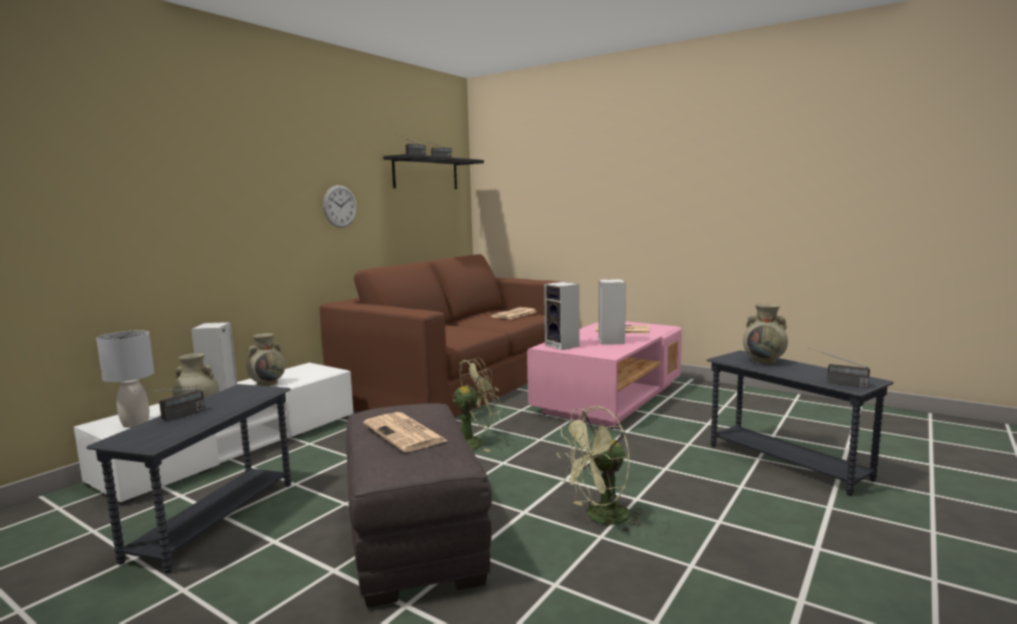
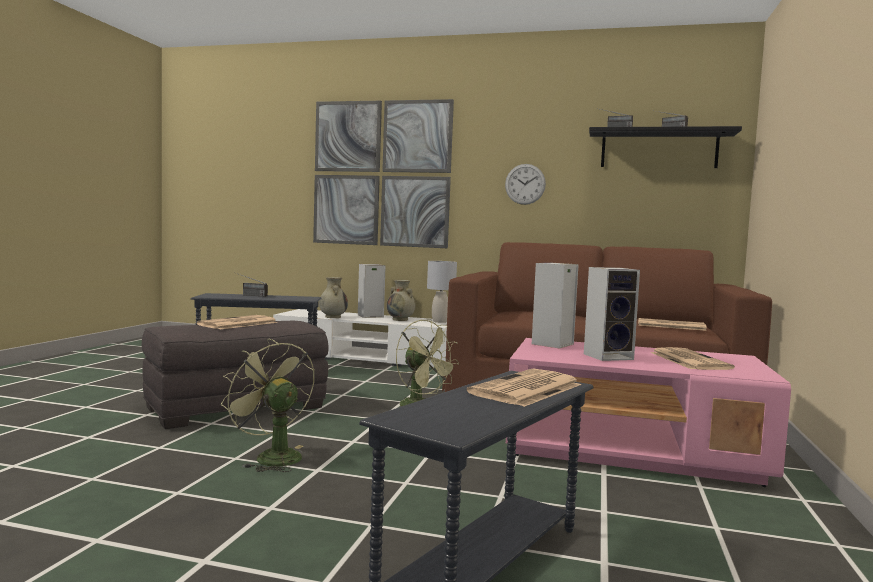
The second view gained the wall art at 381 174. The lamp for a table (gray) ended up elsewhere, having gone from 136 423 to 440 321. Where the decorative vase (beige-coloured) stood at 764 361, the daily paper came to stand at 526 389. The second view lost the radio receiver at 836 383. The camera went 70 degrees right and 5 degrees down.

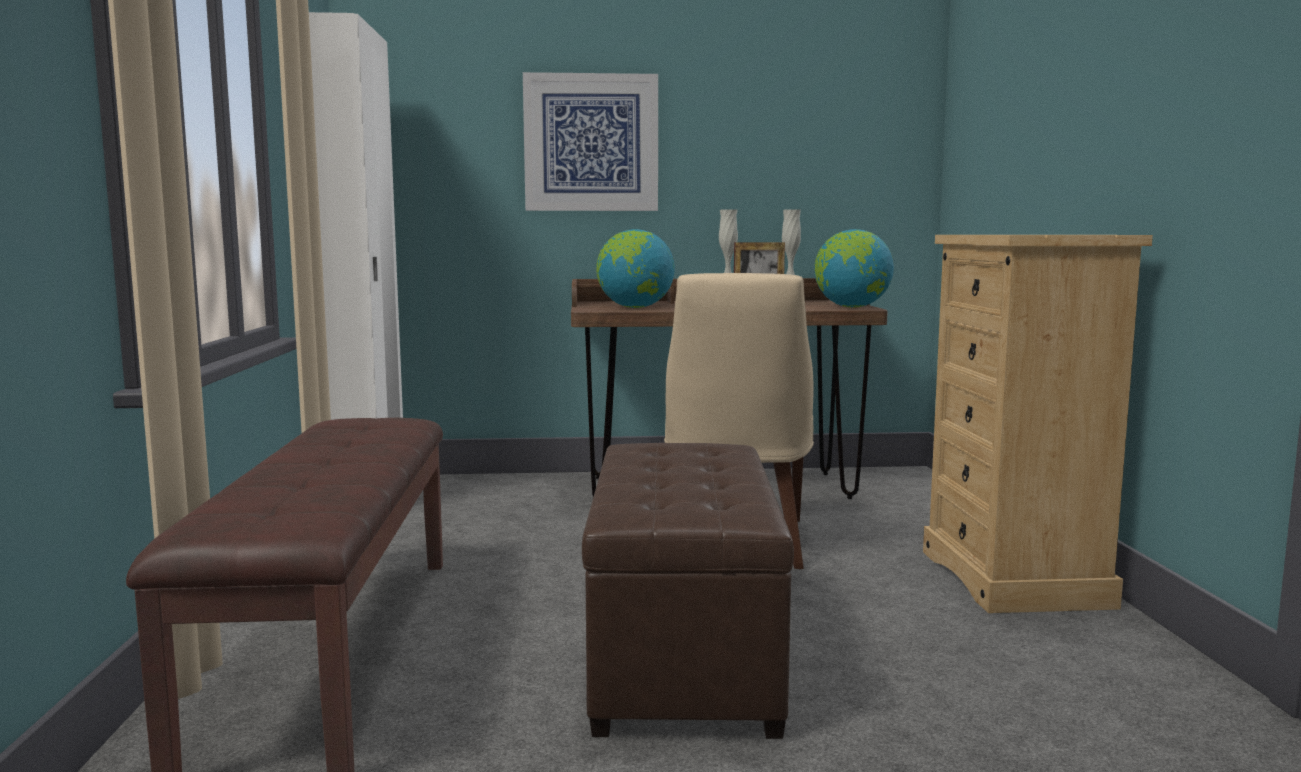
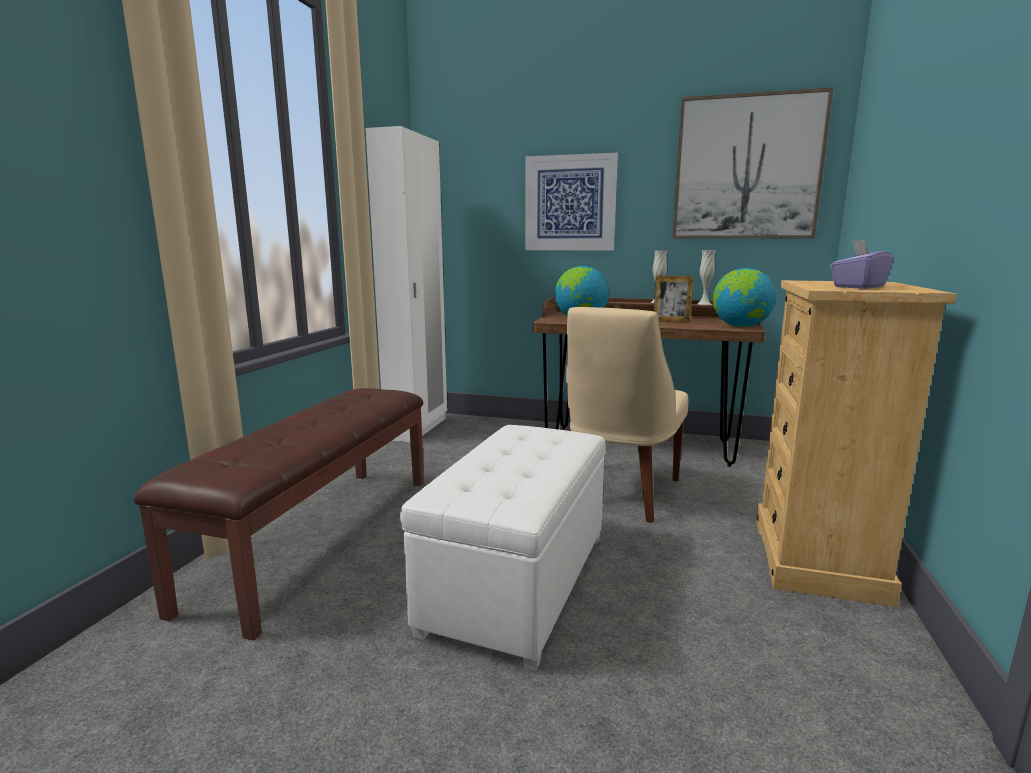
What was the footrest (brown) at 681 655 turned into the footrest (whitish) at 517 582. The second view gained the wall art at 747 168. The second view gained the box of tissues (purple) at 858 287. The camera went 20 degrees right and 5 degrees up.

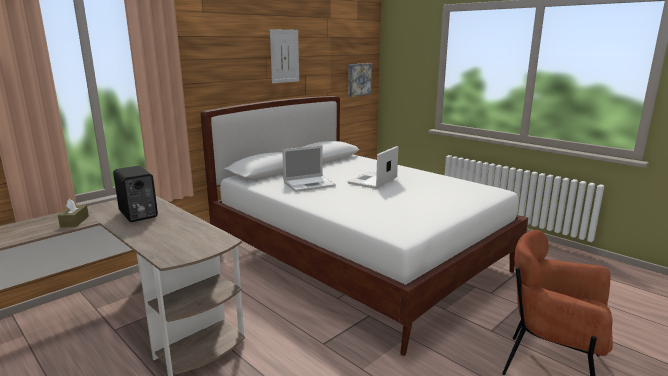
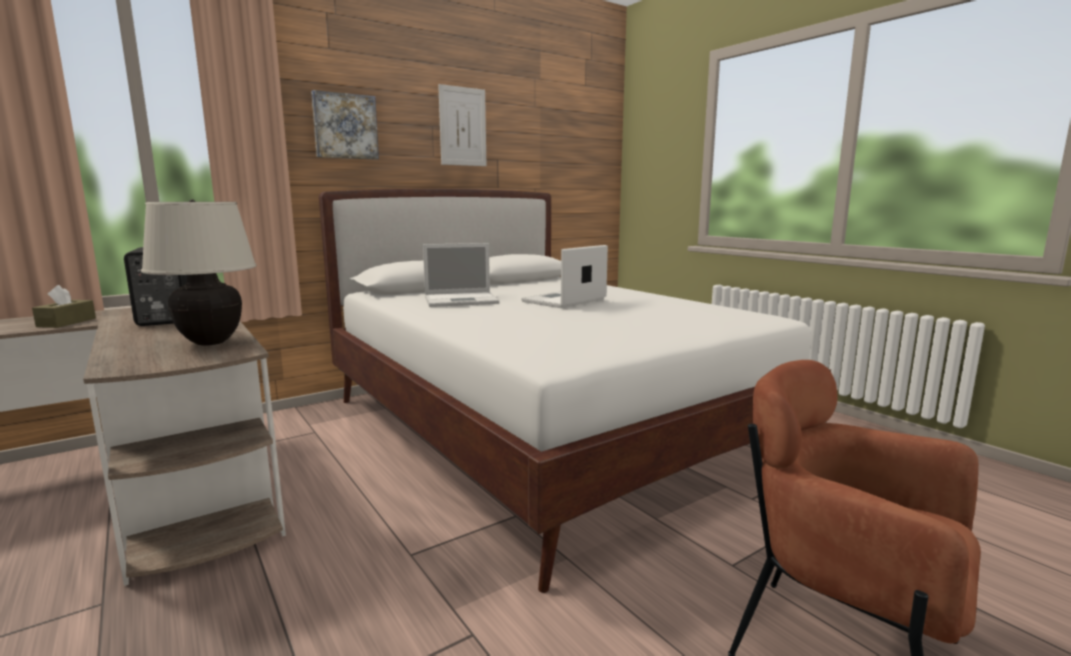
The second view gained the lamp for a table (beige-coloured) at 210 342. The wall art ended up elsewhere, having gone from 358 79 to 345 126. The camera went 10 degrees right and 5 degrees down.

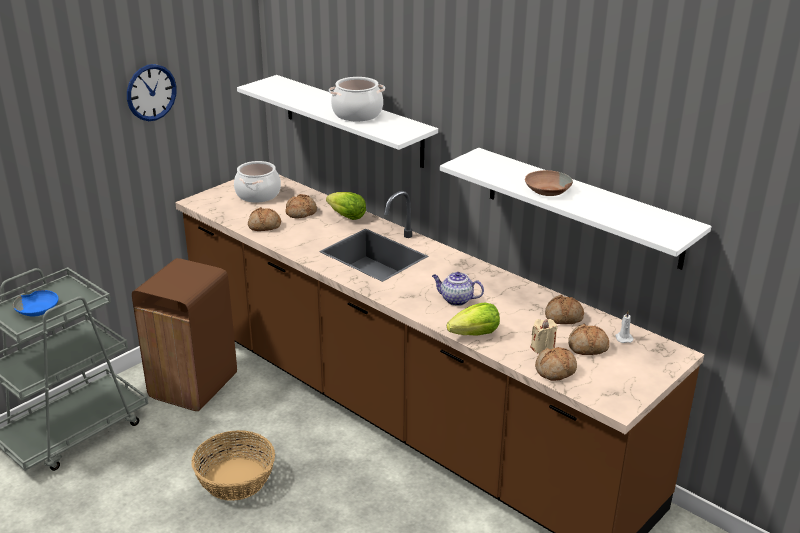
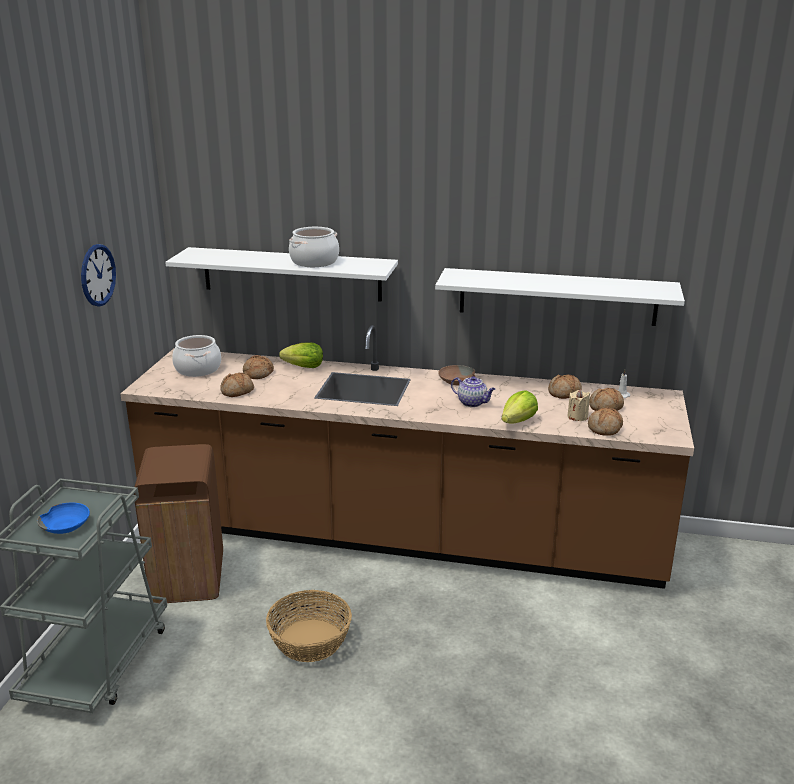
The bowl (brown) ended up elsewhere, having gone from 547 190 to 457 381. The pot for tea at 456 300 ended up facing another way, 135 degrees counterclockwise from before. The camera went 30 degrees left and 5 degrees down.

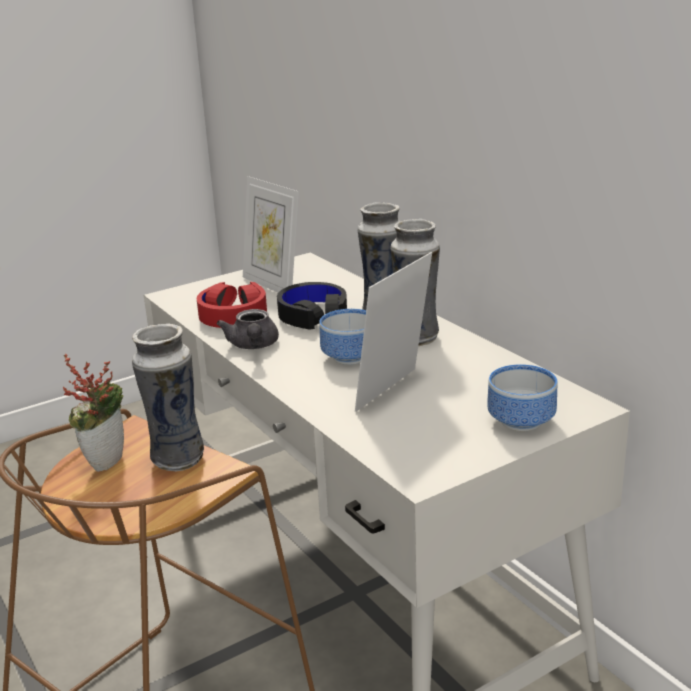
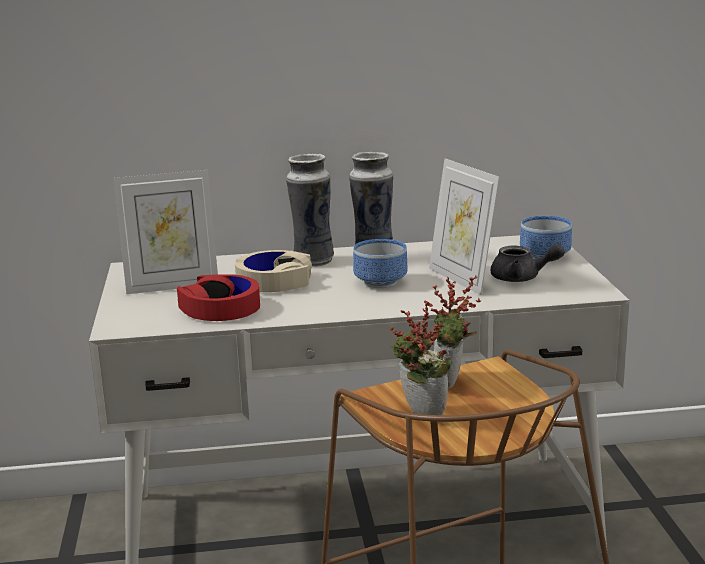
What was the headphones (black-coloured) at 313 315 turned into the headphones (beige-coloured) at 274 282. Where the decorative vase stood at 176 459, the plant in a pot came to stand at 451 383. The pot for tea (gray) ended up elsewhere, having gone from 253 346 to 522 278. The camera went 65 degrees left and 5 degrees down.

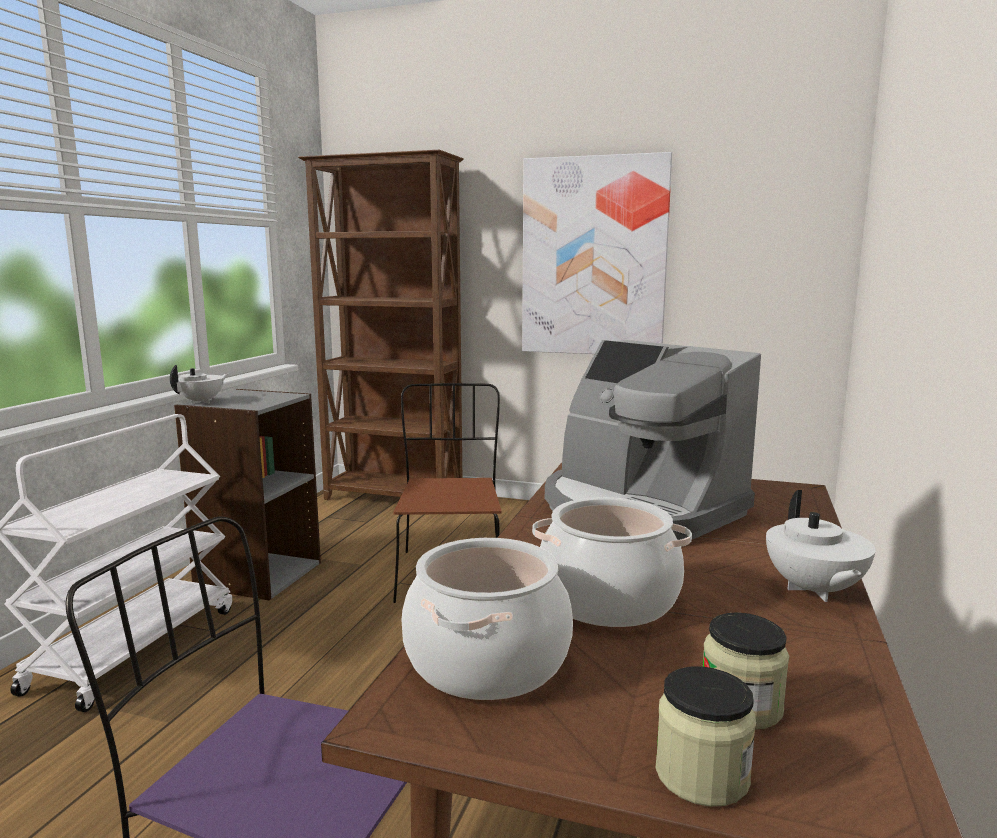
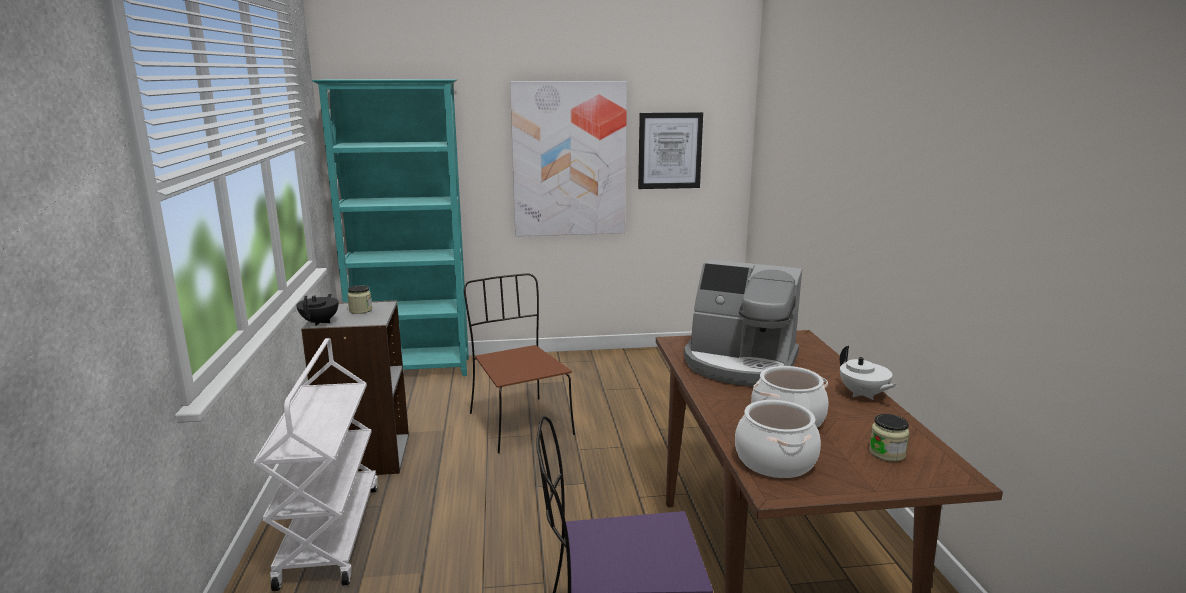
What was the pot for tea (whitish) at 202 401 turned into the pot for tea (black-coloured) at 320 322. What was the shelving unit (brown) at 394 498 turned into the shelving unit (turquoise-coloured) at 413 370. The preserve jar ended up elsewhere, having gone from 702 775 to 360 310. The second view gained the wall art at 670 150. The camera went 25 degrees left and 5 degrees up.

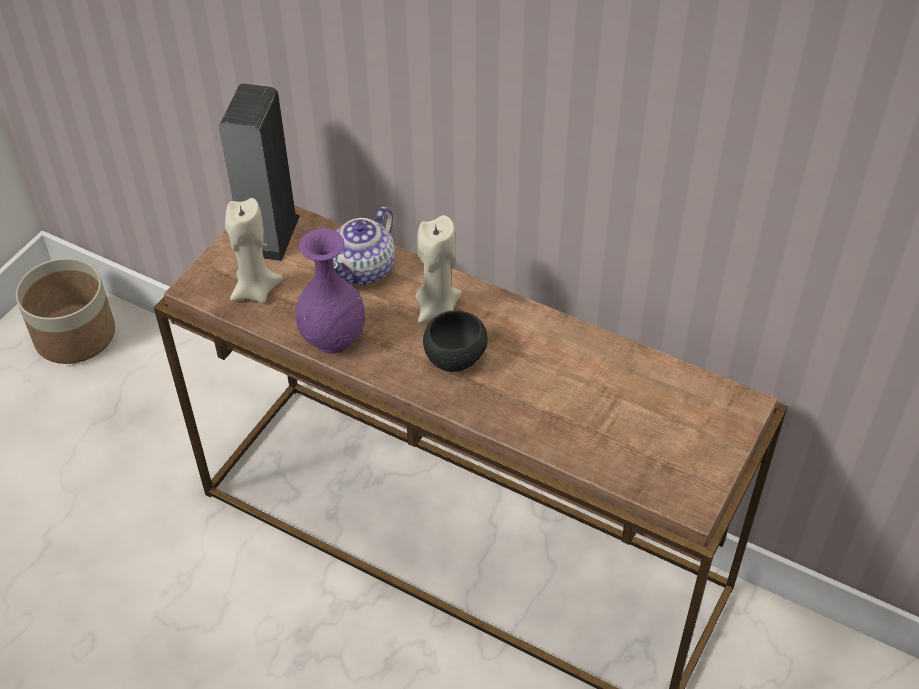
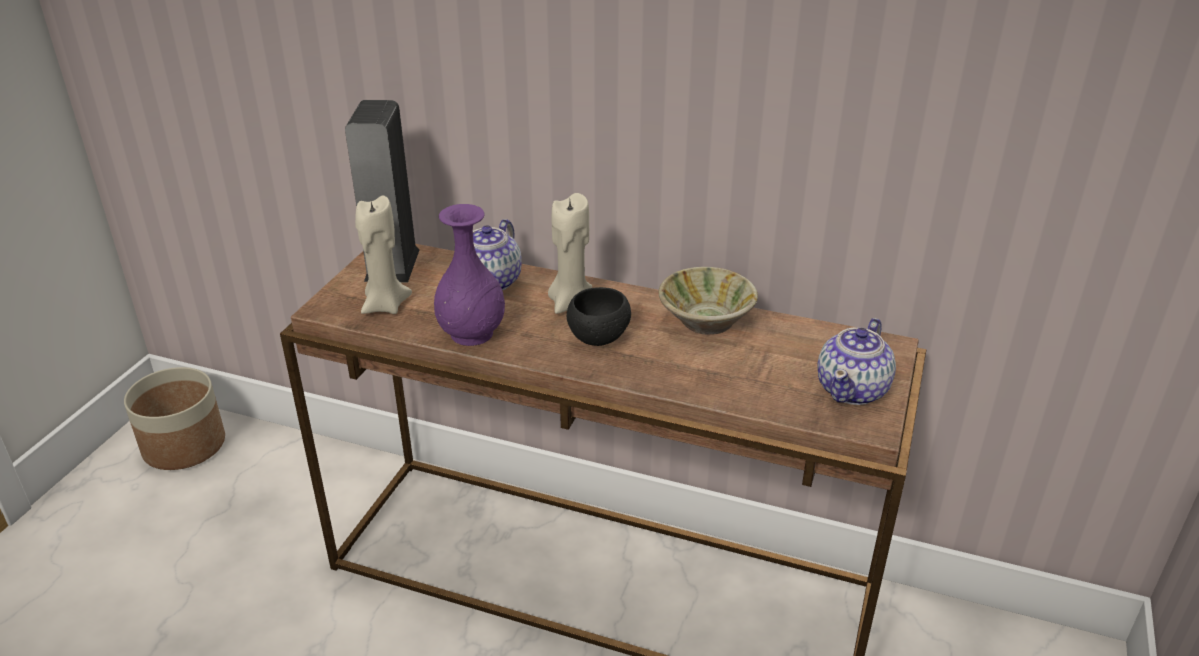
The second view gained the bowl (beige-coloured) at 705 320. The second view gained the pot for tea at 853 389. The camera went 10 degrees left and 15 degrees down.

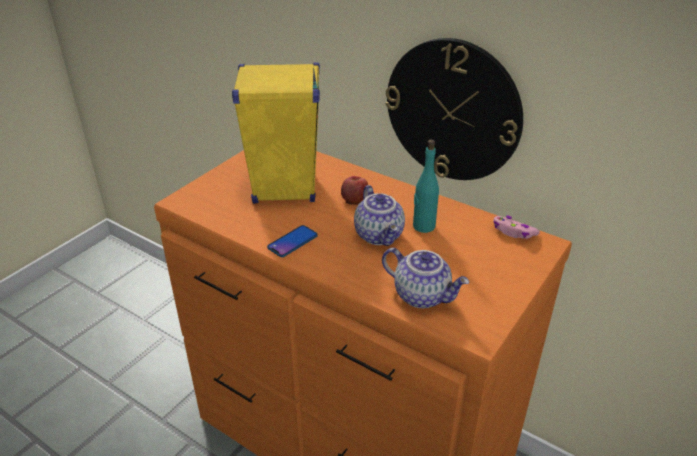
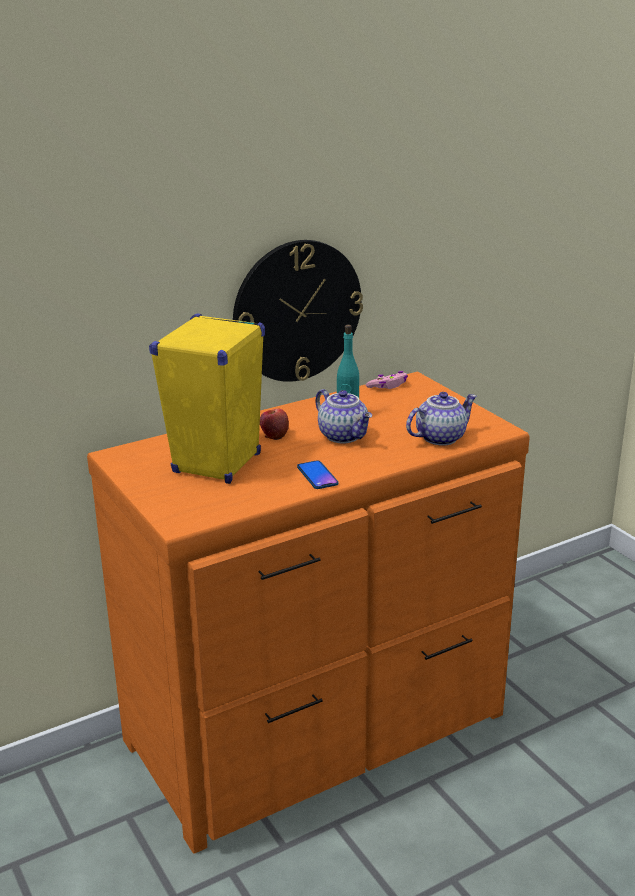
The pot for tea at 380 235 ended up facing another way, 45 degrees clockwise from before. The camera went 65 degrees left and 10 degrees down.

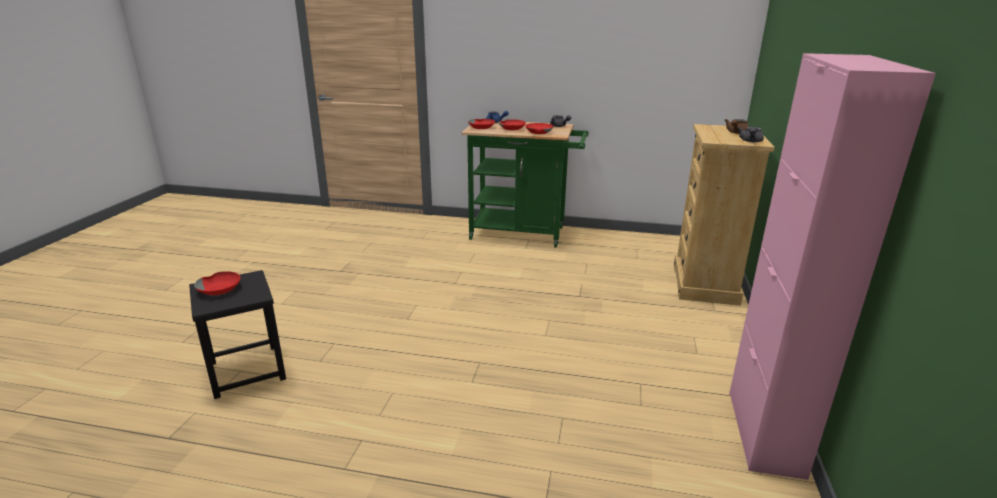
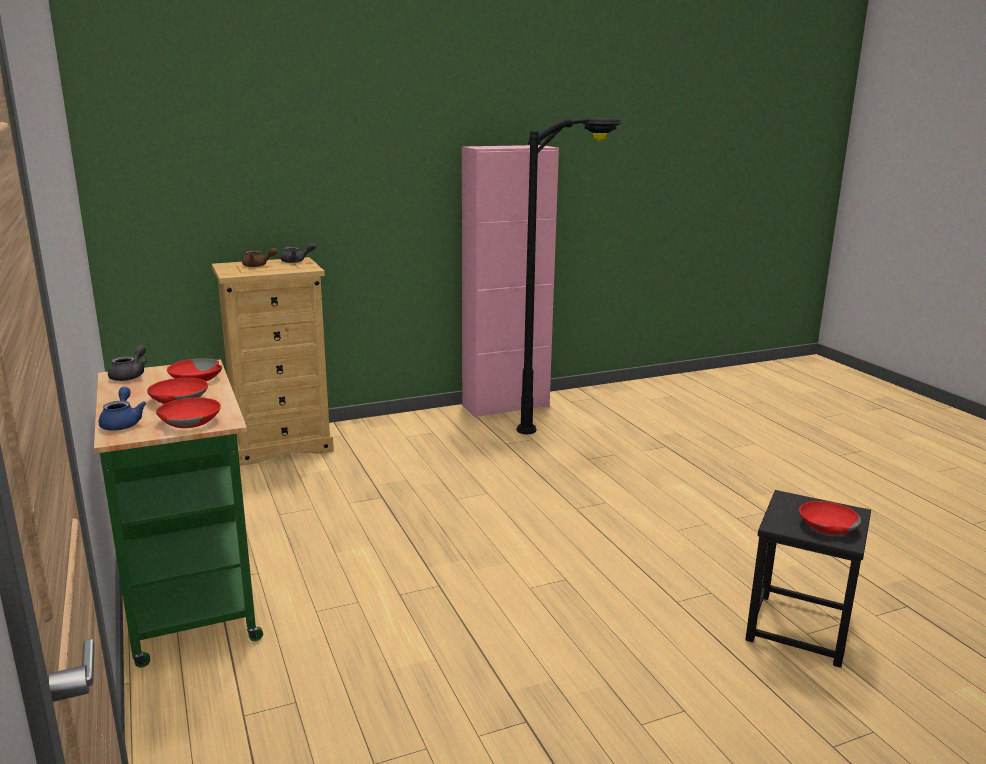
The second view gained the standard lamp (black-coloured) at 569 416. The camera went 125 degrees left and 5 degrees down.

